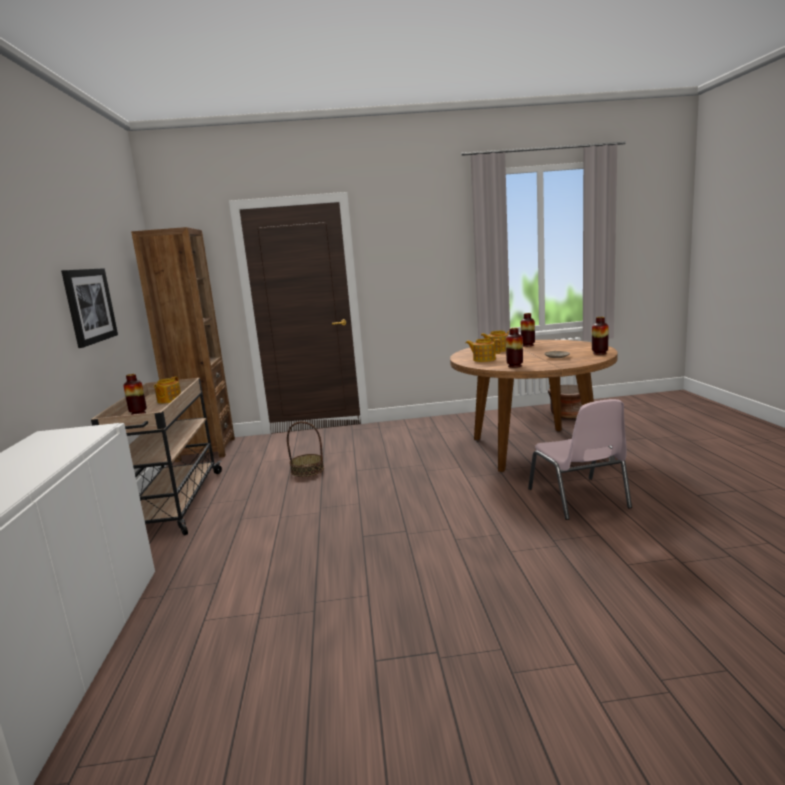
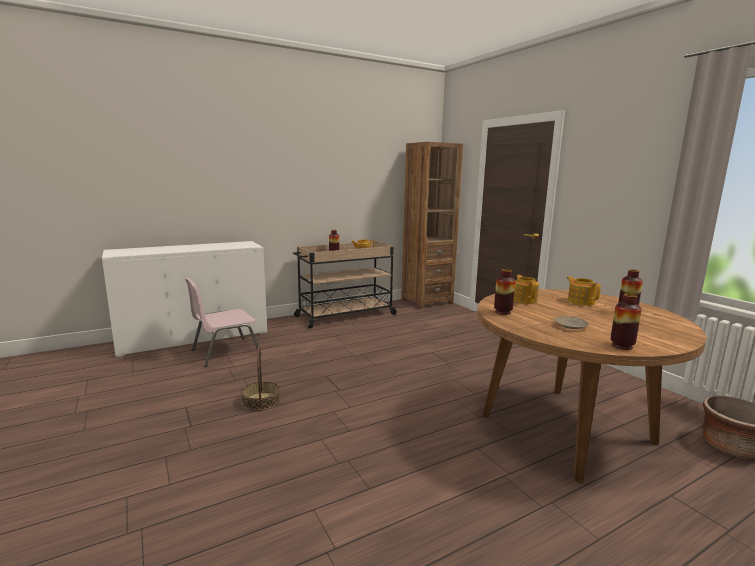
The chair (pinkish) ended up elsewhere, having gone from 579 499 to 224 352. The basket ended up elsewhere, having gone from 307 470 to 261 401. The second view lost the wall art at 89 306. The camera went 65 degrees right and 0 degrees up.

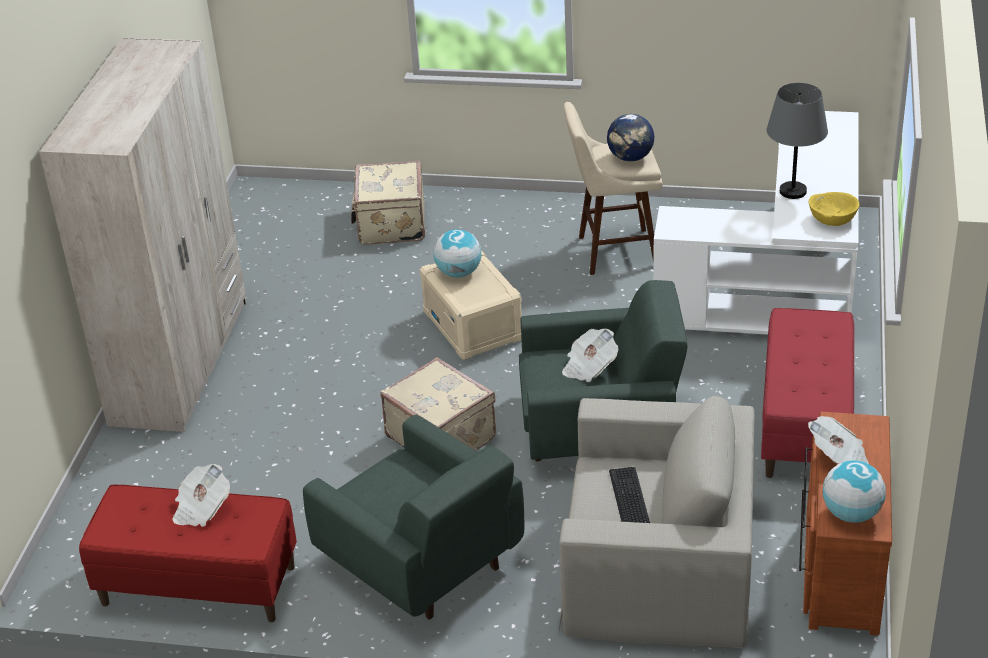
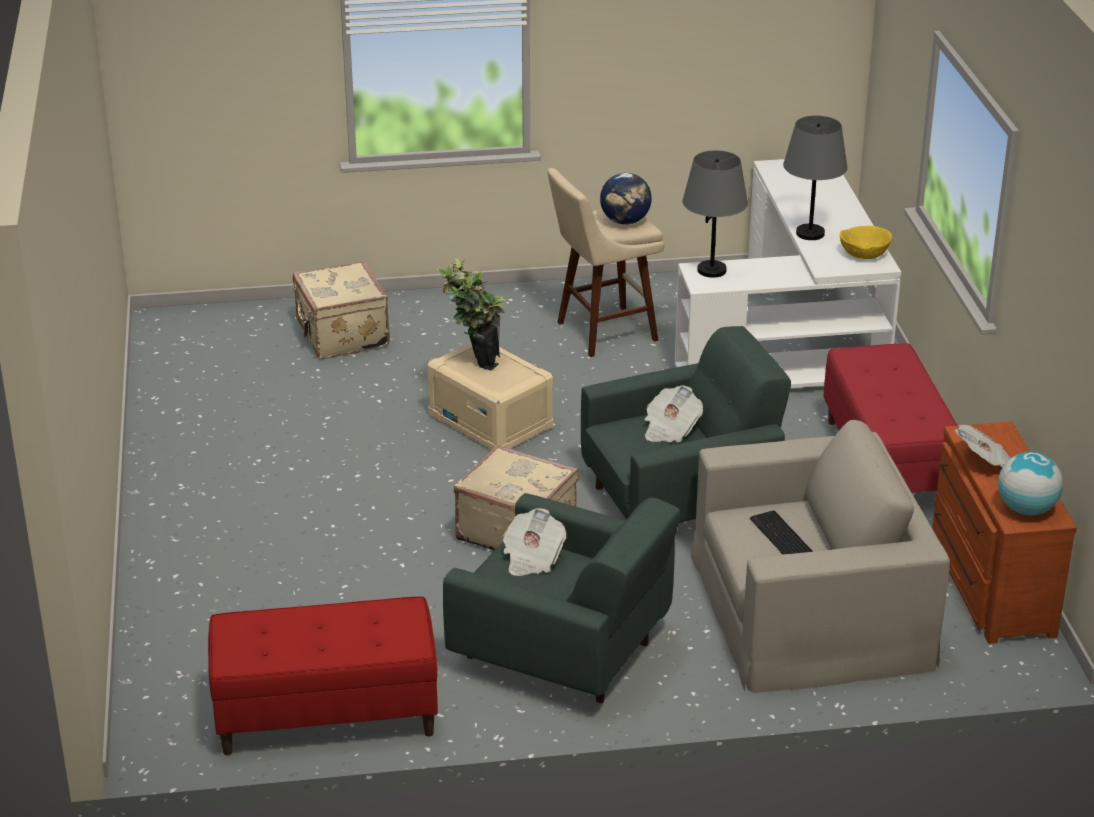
Where the desk globe stood at 458 273, the plant in a pot came to stand at 473 362. The daily paper ended up elsewhere, having gone from 201 509 to 532 558. The second view gained the lamp for a table (gray) at 711 270. The second view lost the wardrobe (beige-coloured) at 180 361. The camera went 20 degrees left and 5 degrees down.

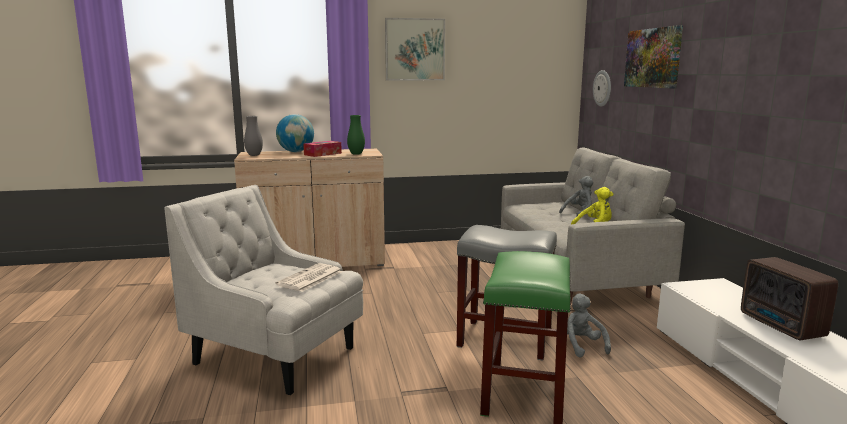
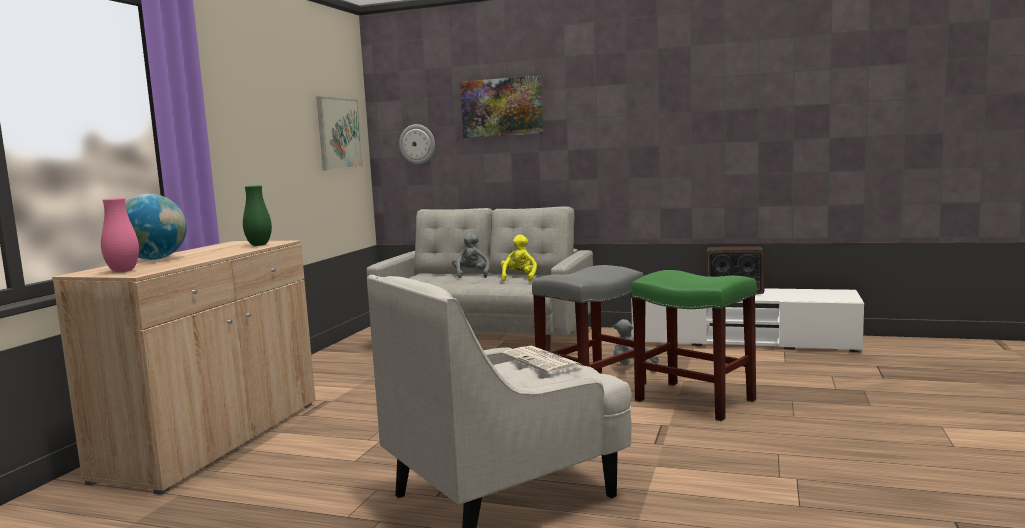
What was the decorative vase (gray) at 254 155 turned into the decorative vase (pinkish) at 123 271. The wall art ended up elsewhere, having gone from 415 49 to 339 134. The second view lost the box of tissues at 323 154. The camera went 60 degrees left and 5 degrees down.

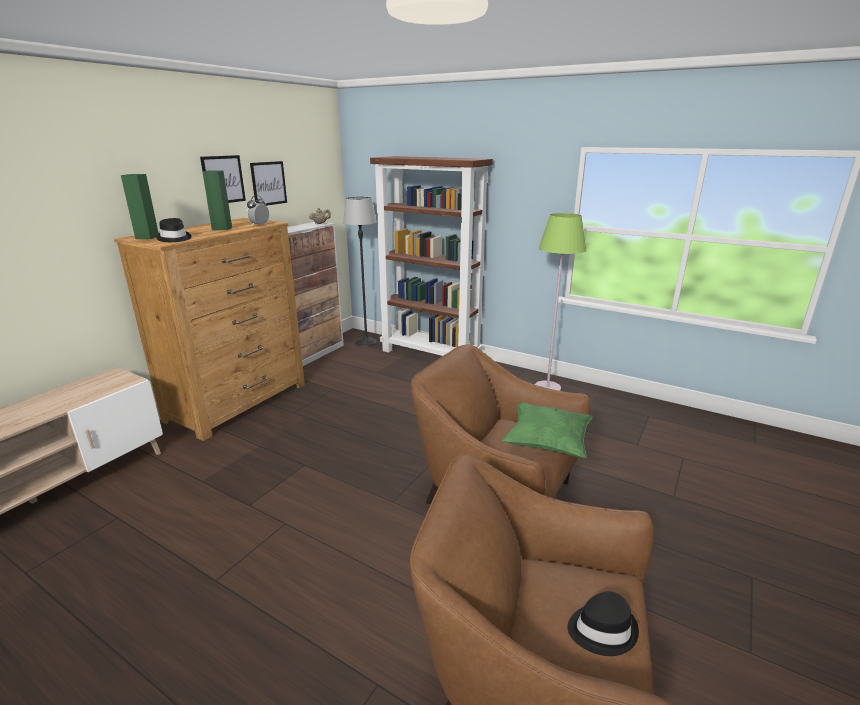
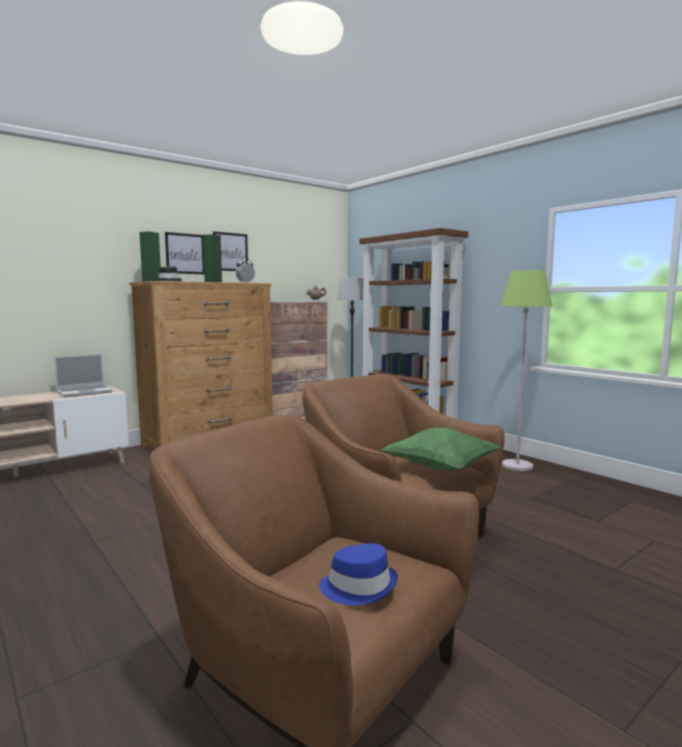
The second view gained the notebook computer at 85 392. The wall art ended up elsewhere, having gone from 268 183 to 185 253. What was the clothing hat (black-coloured) at 601 629 turned into the clothing hat (blue) at 359 587. The camera went 20 degrees right and 15 degrees down.

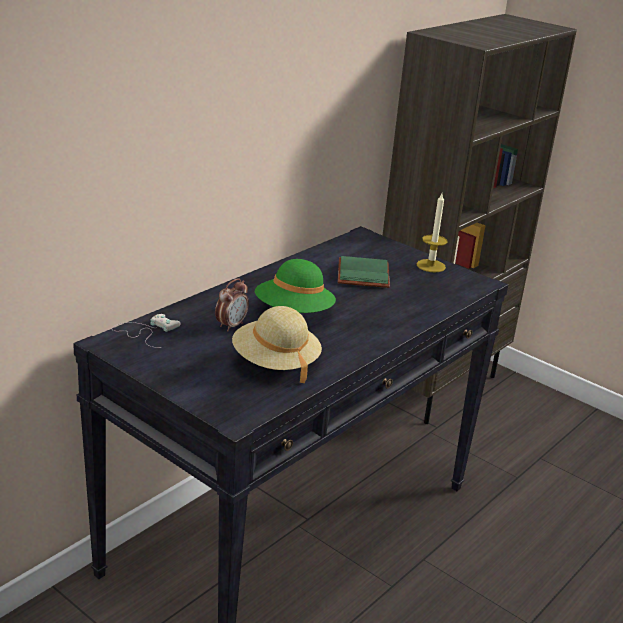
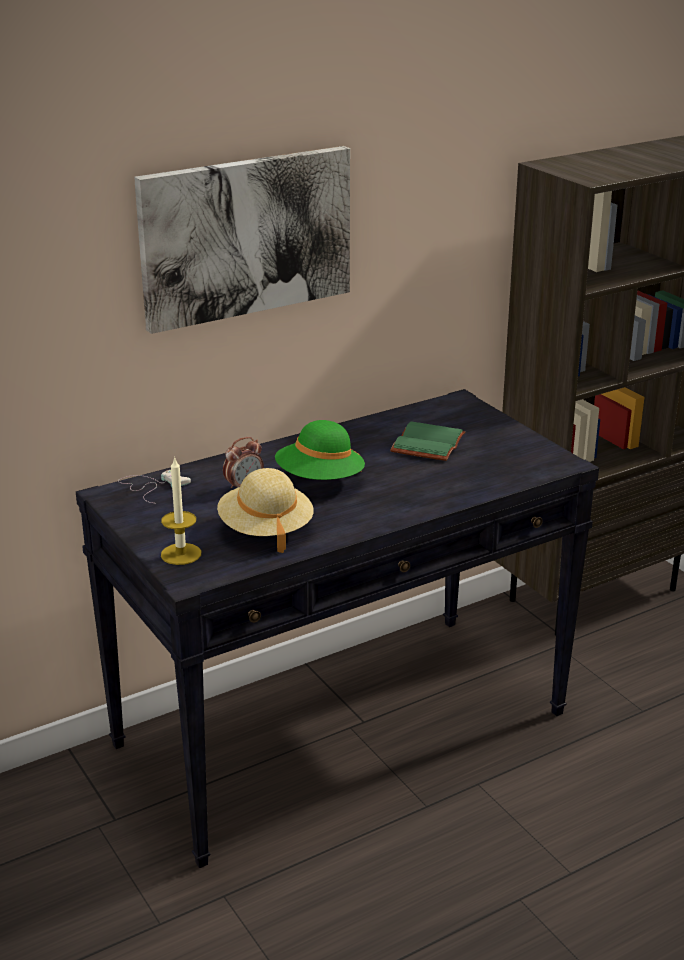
The second view gained the wall art at 245 236. The wax candle ended up elsewhere, having gone from 431 266 to 181 554. The camera went 20 degrees right and 0 degrees up.

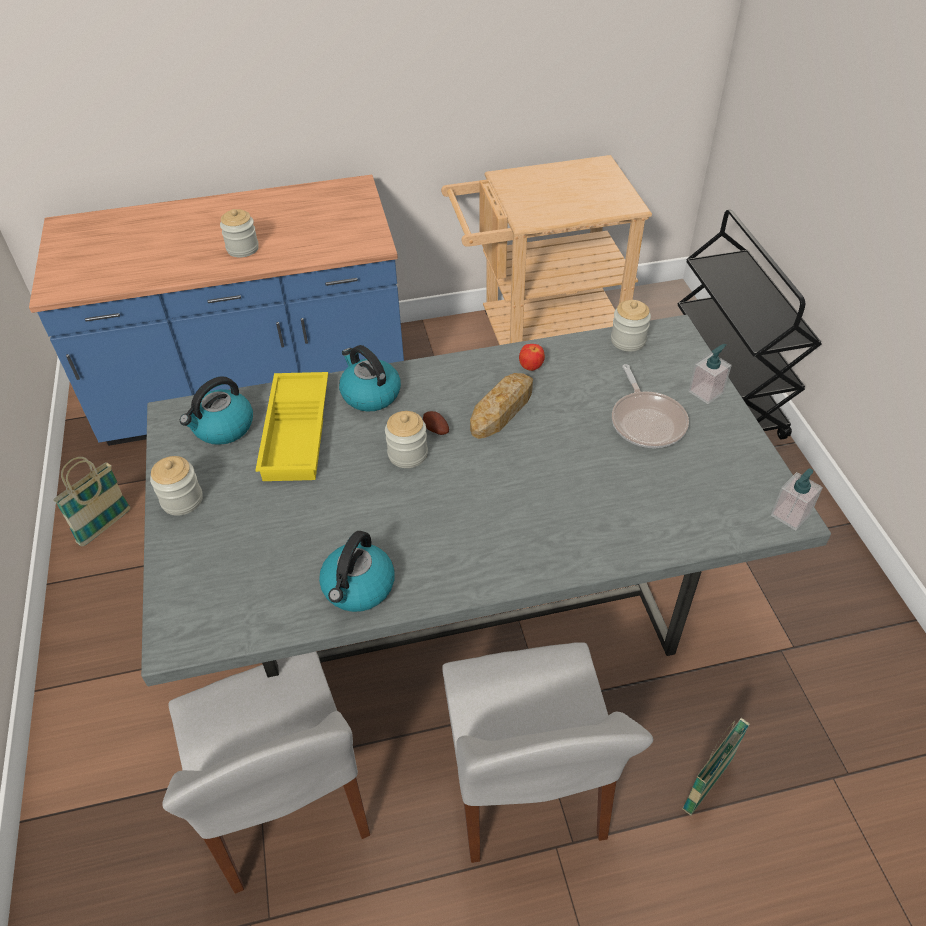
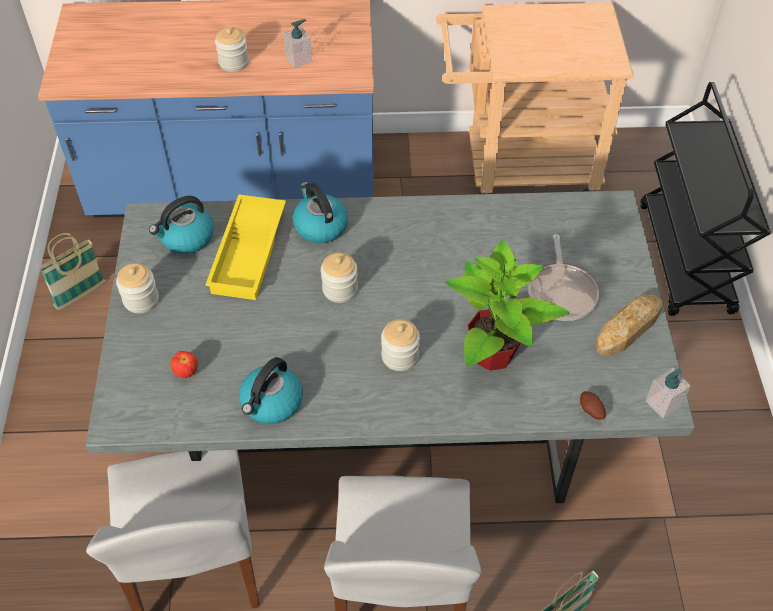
The apple fruit ended up elsewhere, having gone from 531 367 to 186 372. The soap dispenser ended up elsewhere, having gone from 706 392 to 299 59. The preserve jar ended up elsewhere, having gone from 628 340 to 400 356. The second view gained the plant in a pot at 493 355. The potato ended up elsewhere, having gone from 435 430 to 590 411. The bakery bread ended up elsewhere, having gone from 503 409 to 629 328. The camera went 10 degrees right and 5 degrees up.

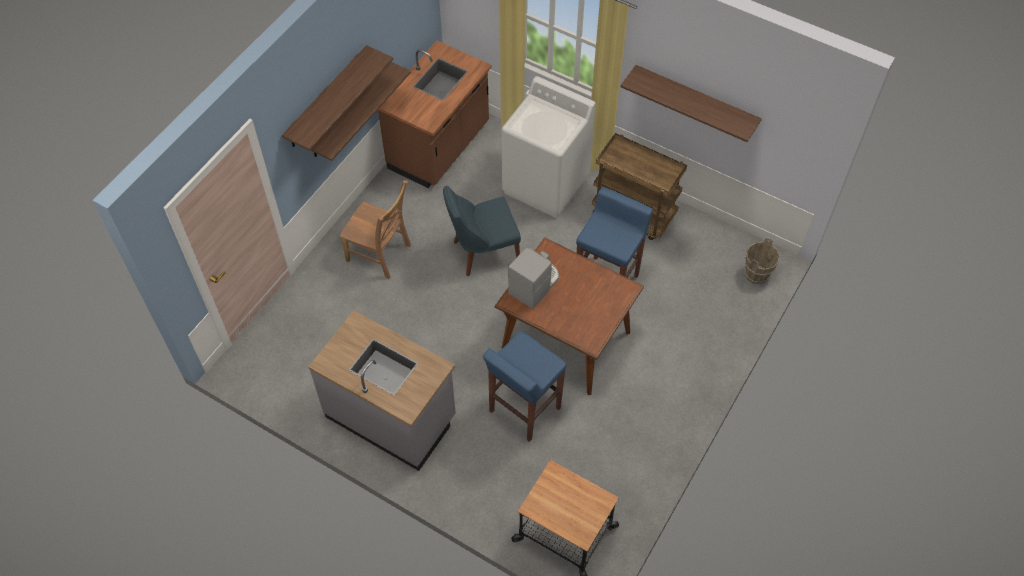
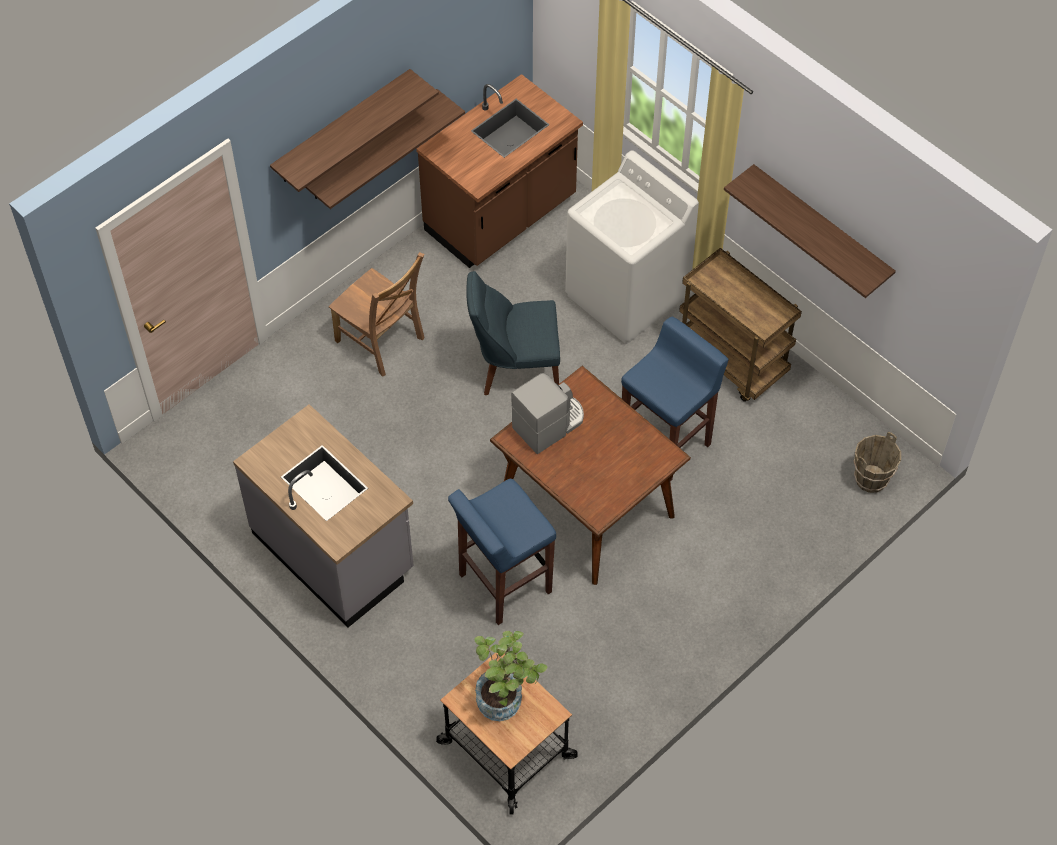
The second view gained the plant in a pot at 506 700. The camera went 15 degrees right and 0 degrees up.

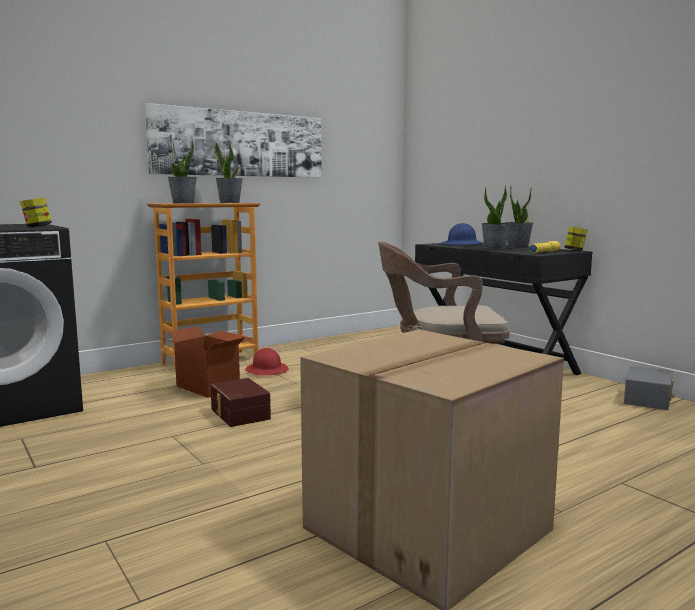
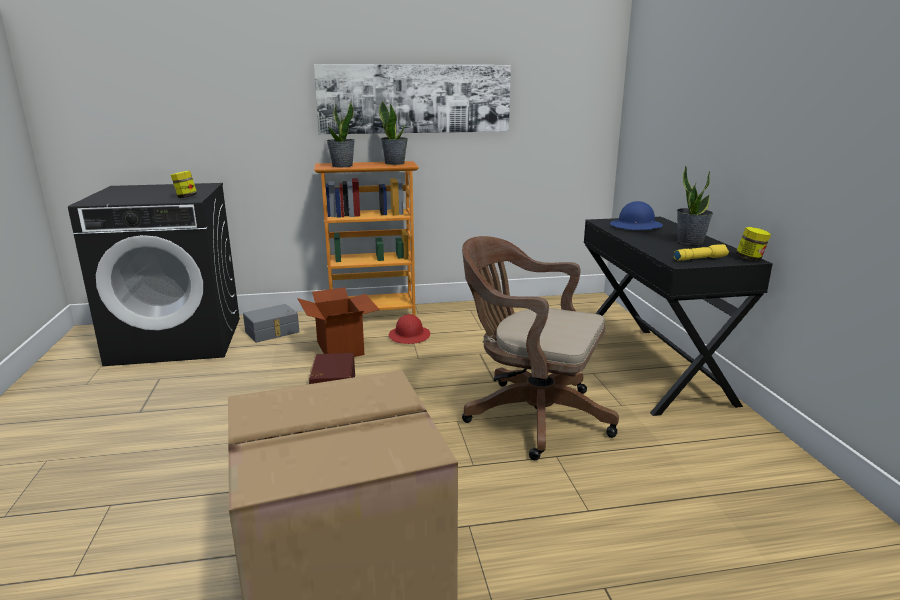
The storage bin (gray) ended up elsewhere, having gone from 649 399 to 273 332. The second view lost the plant in a pot at 495 249. The camera went 25 degrees right and 10 degrees up.

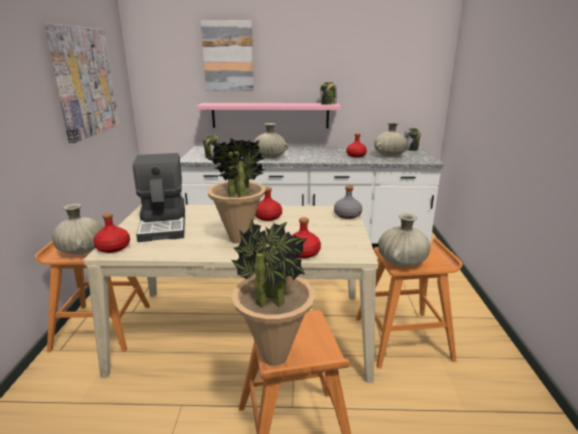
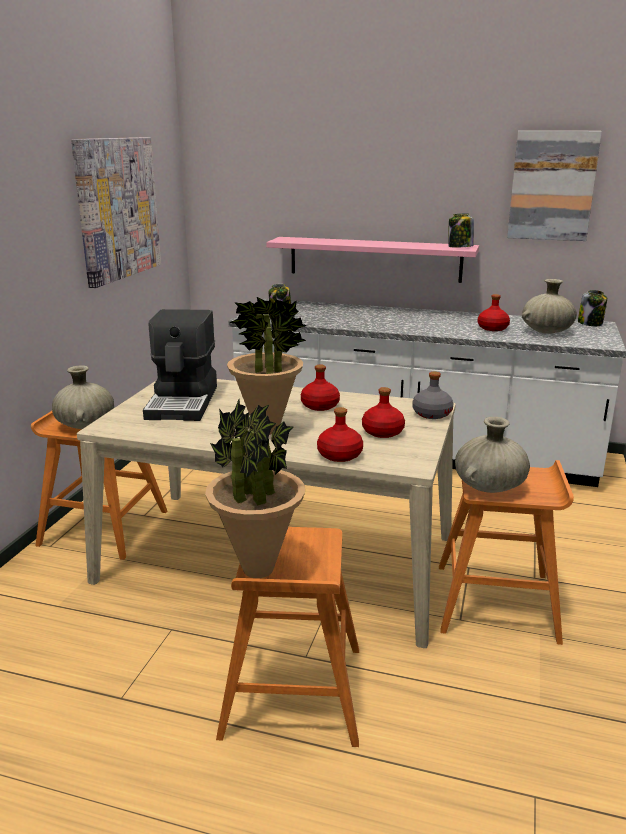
The drink bottle (red-coloured) ended up elsewhere, having gone from 113 248 to 382 432. The wall art ended up elsewhere, having gone from 228 56 to 552 186. The second view lost the decorative vase (beige-coloured) at 269 157. The camera went 15 degrees right and 0 degrees up.

